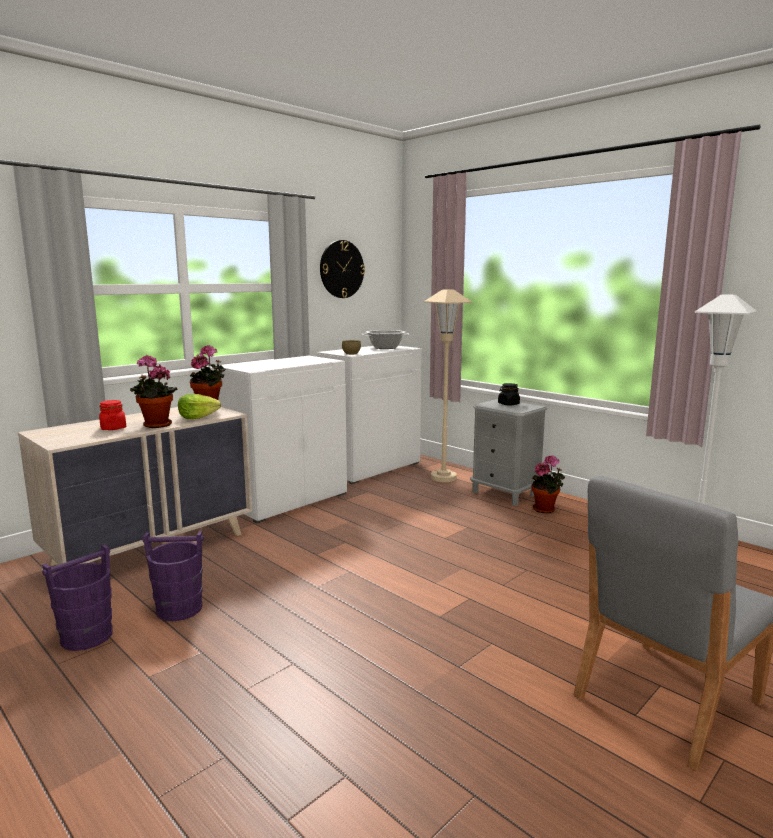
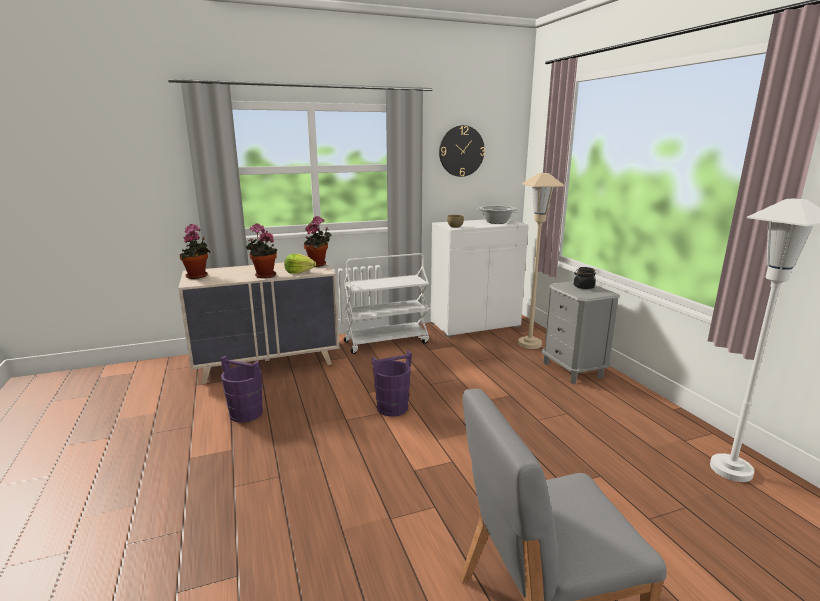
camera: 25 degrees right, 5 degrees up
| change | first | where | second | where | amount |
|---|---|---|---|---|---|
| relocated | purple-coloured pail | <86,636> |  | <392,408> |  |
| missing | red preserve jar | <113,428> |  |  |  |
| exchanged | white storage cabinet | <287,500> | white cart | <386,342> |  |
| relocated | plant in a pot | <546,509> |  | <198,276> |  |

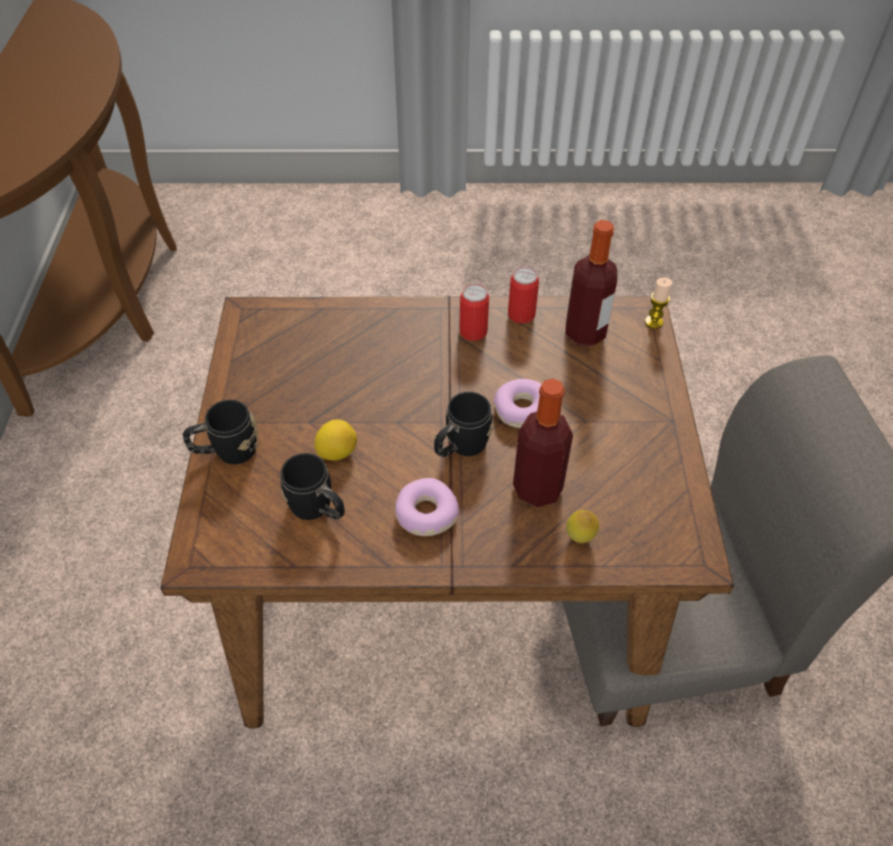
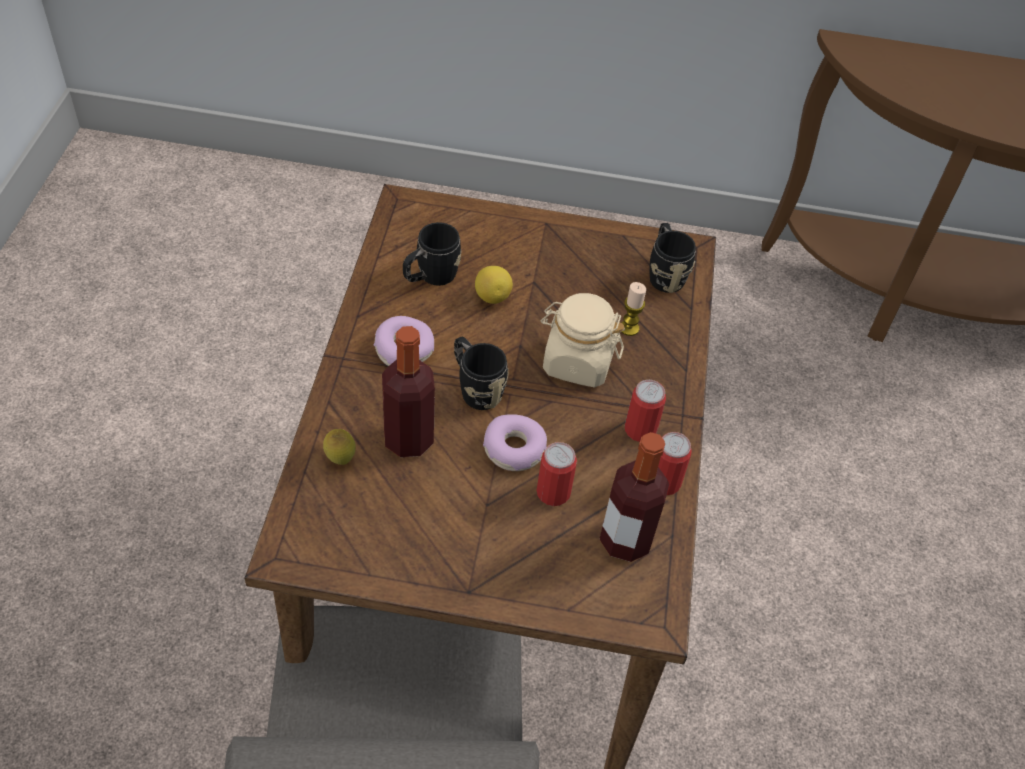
camera: 95 degrees right, 0 degrees up
| change | first | where | second | where | amount |
|---|---|---|---|---|---|
| relocated | black tea mug | <227,452> |  | <664,274> |  |
| relocated | wax candle | <653,322> |  | <629,328> |  |
| appeared |  |  | metal can | <553,492> |  |
| appeared |  |  | beige preserve jar | <577,362> |  |

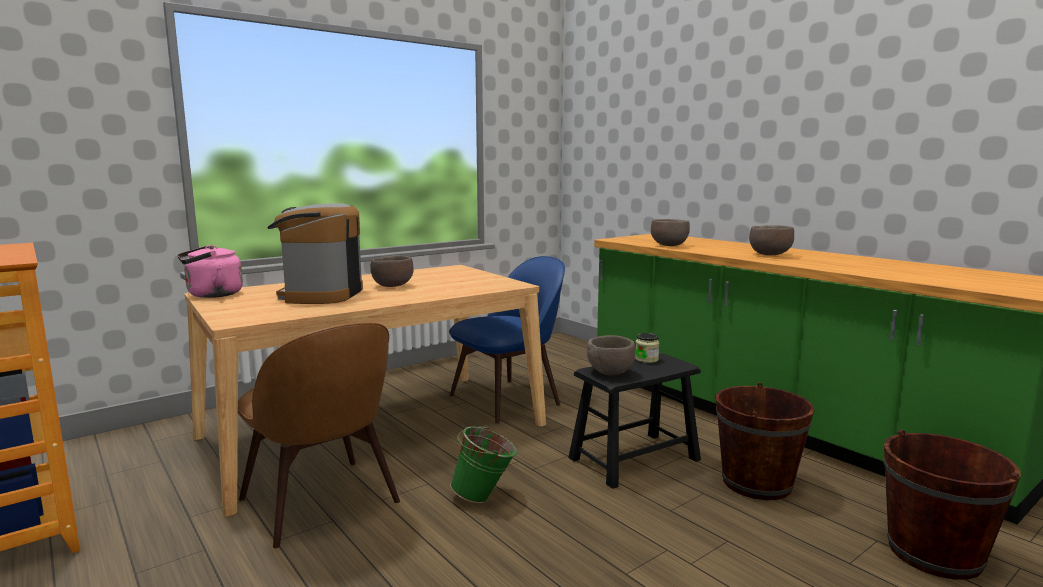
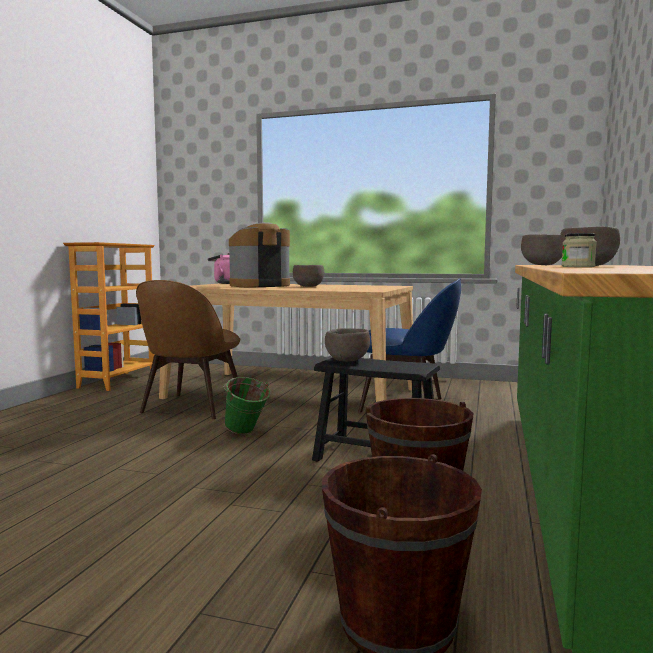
camera: 55 degrees right, 5 degrees down
| change | first | where | second | where | amount |
|---|---|---|---|---|---|
| relocated | preserve jar | <646,359> |  | <578,267> |  |

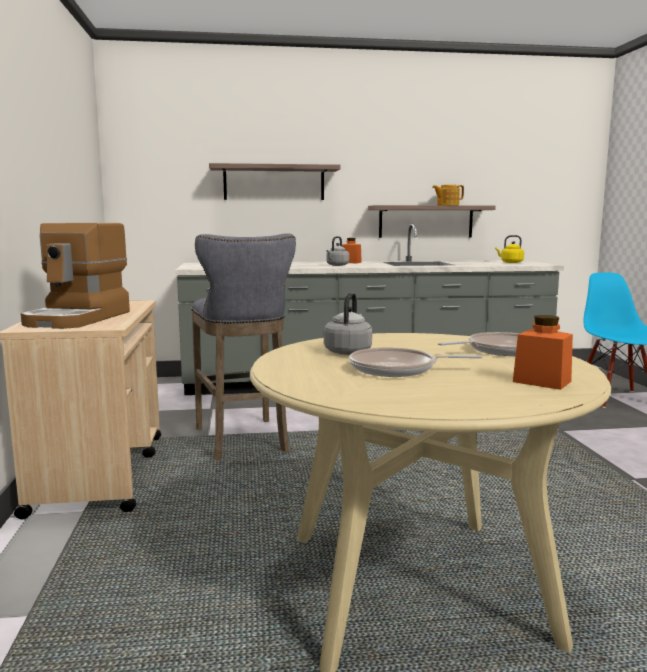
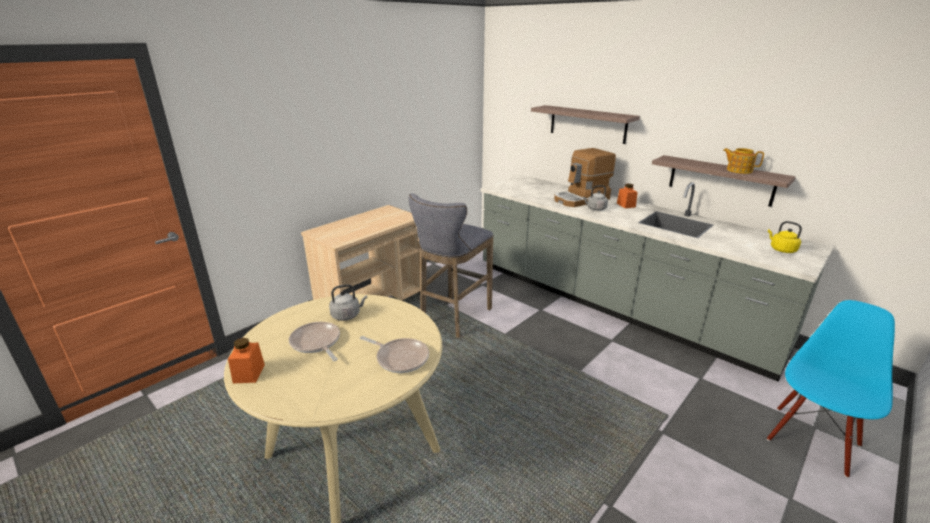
camera: 50 degrees right, 15 degrees up
| change | first | where | second | where | amount |
|---|---|---|---|---|---|
| relocated | coffee maker | <79,318> |  | <581,199> |  |
| relocated | orange preserve jar | <542,381> |  | <249,373> |  |

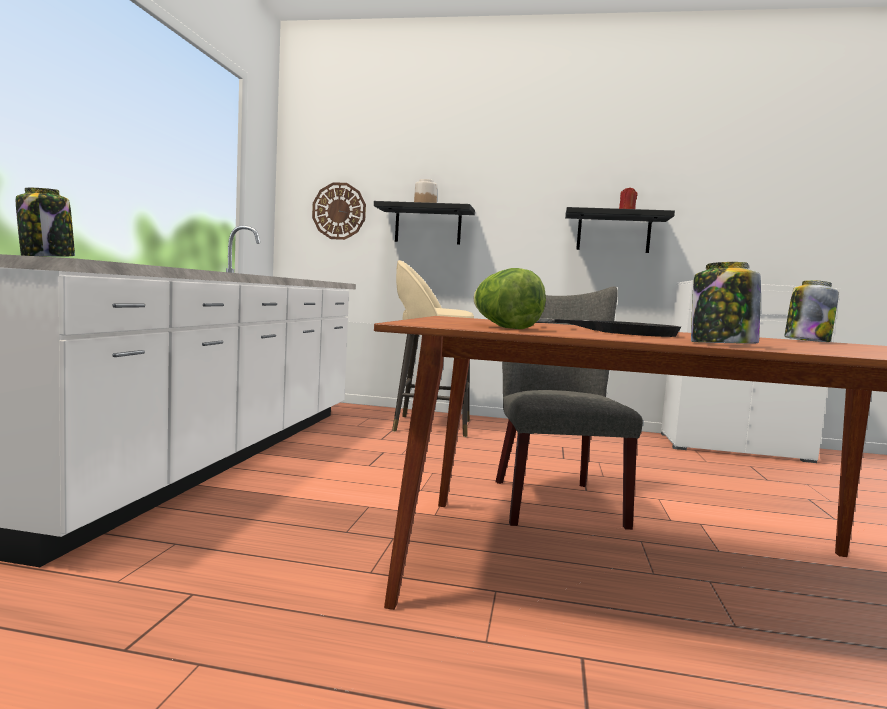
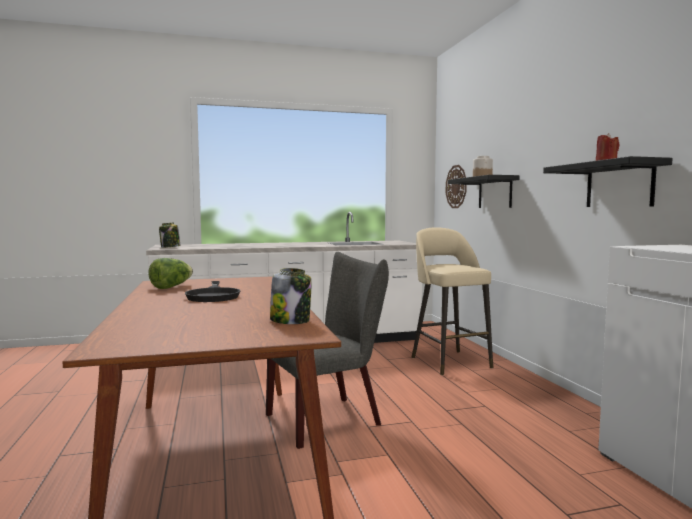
camera: 65 degrees right, 0 degrees up
| change | first | where | second | where | amount |
|---|---|---|---|---|---|
| missing | preserve jar | <721,344> |  |  |  |

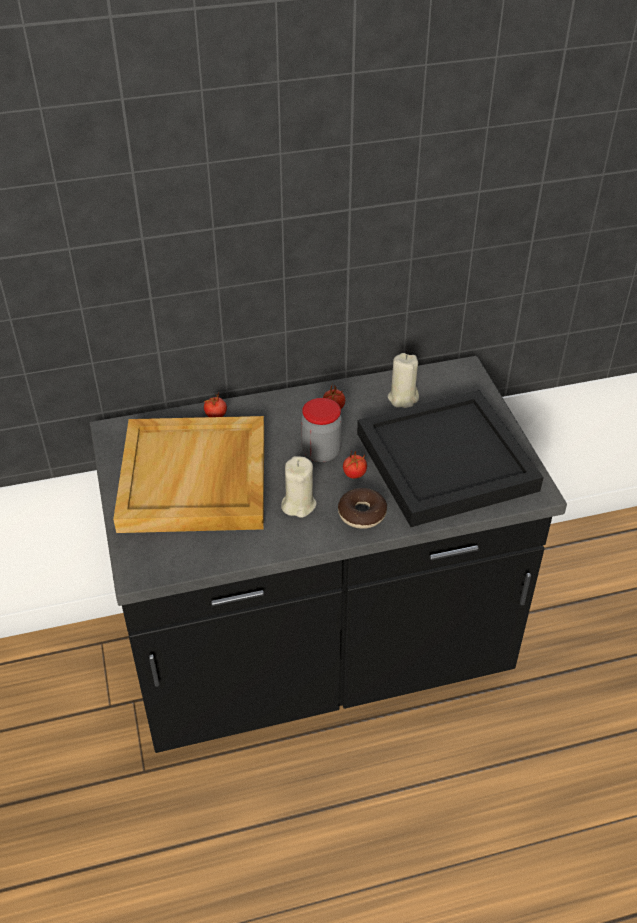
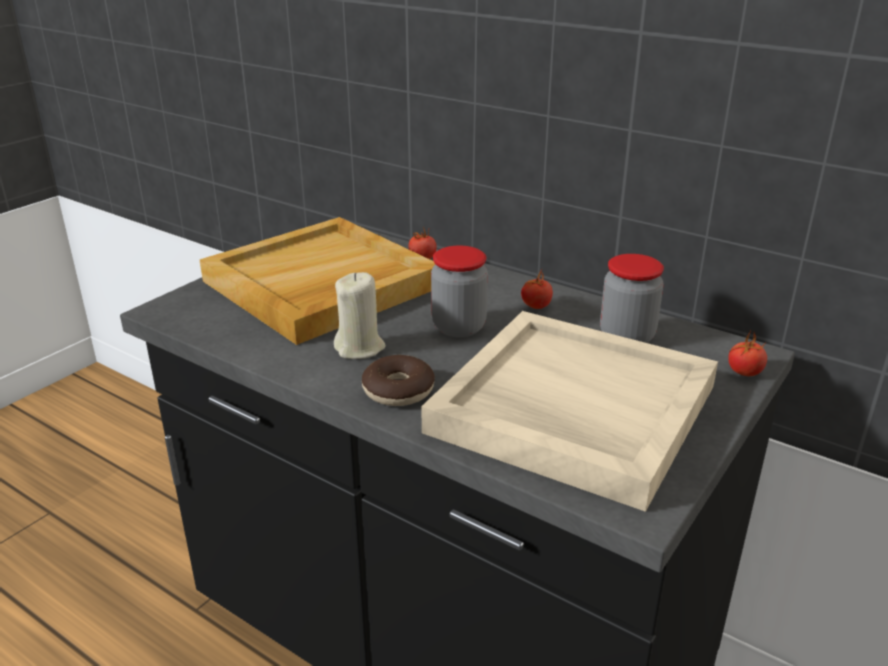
camera: 50 degrees right, 15 degrees down
| change | first | where | second | where | amount |
|---|---|---|---|---|---|
| relocated | whole tomato | <354,474> |  | <744,373> |  |
| colour | black tray | <445,463> | beige tray | <570,409> |  |
| exchanged | beige wax candle | <403,398> | preserve jar | <626,337> |  |

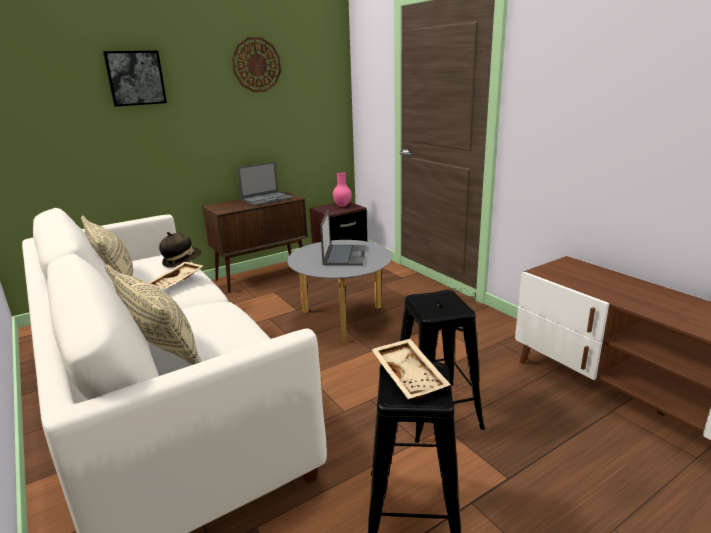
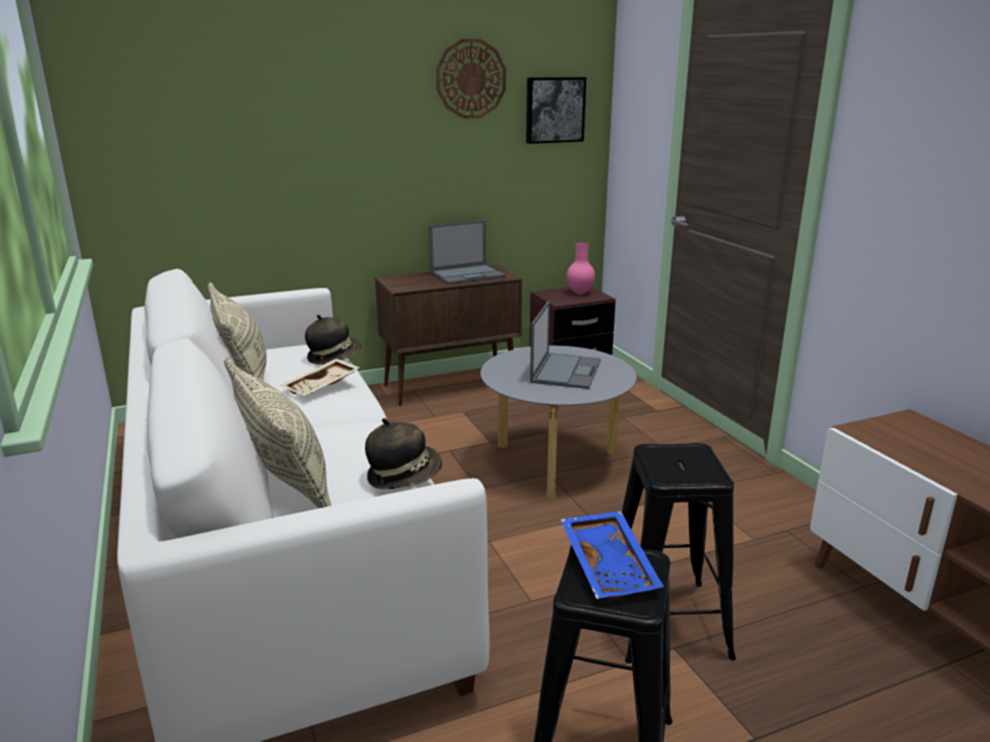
camera: 10 degrees right, 0 degrees up
| change | first | where | second | where | amount |
|---|---|---|---|---|---|
| relocated | picture | <135,78> |  | <554,110> |  |
| colour | beige tray | <410,376> | bluish tray | <610,566> |  |
| appeared |  |  | hat | <404,476> |  |

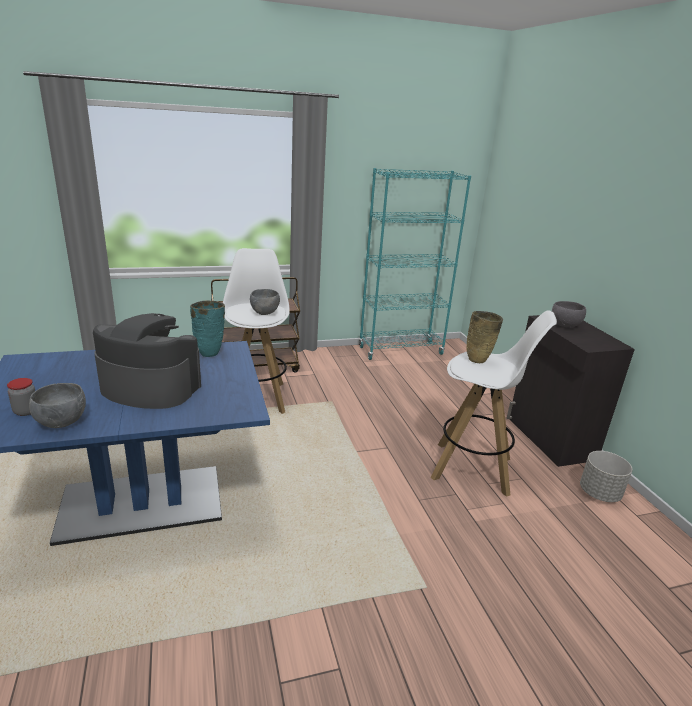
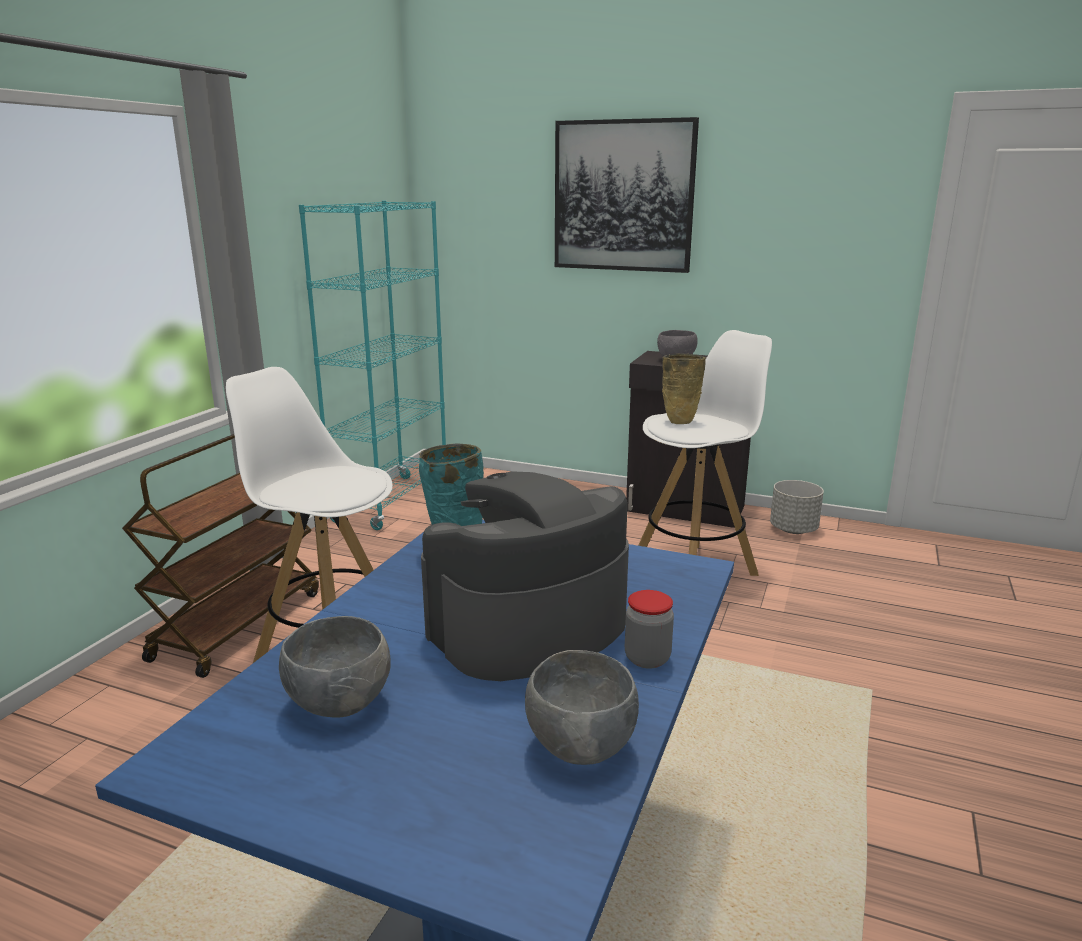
camera: 50 degrees left, 5 degrees down
| change | first | where | second | where | amount |
|---|---|---|---|---|---|
| relocated | preserve jar | <26,411> |  | <647,658> |  |
| relocated | greyish serving bowl | <265,313> |  | <339,703> |  |
| appeared |  |  | picture | <623,196> |  |

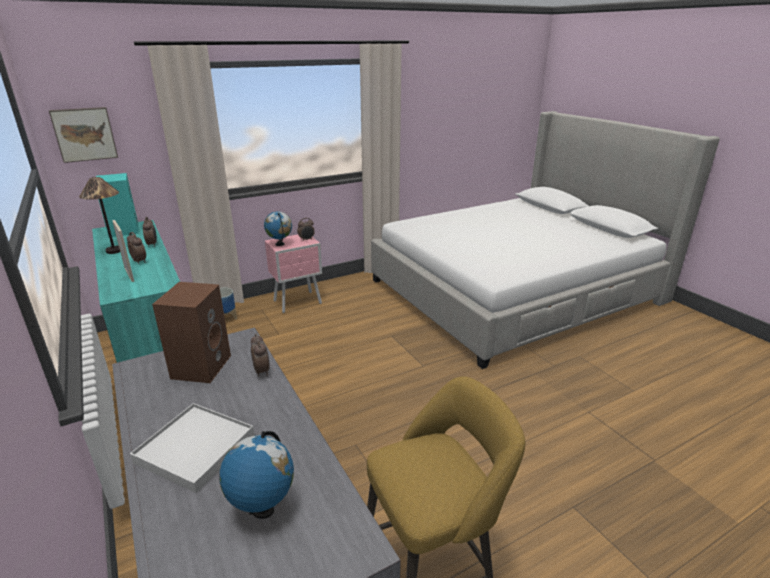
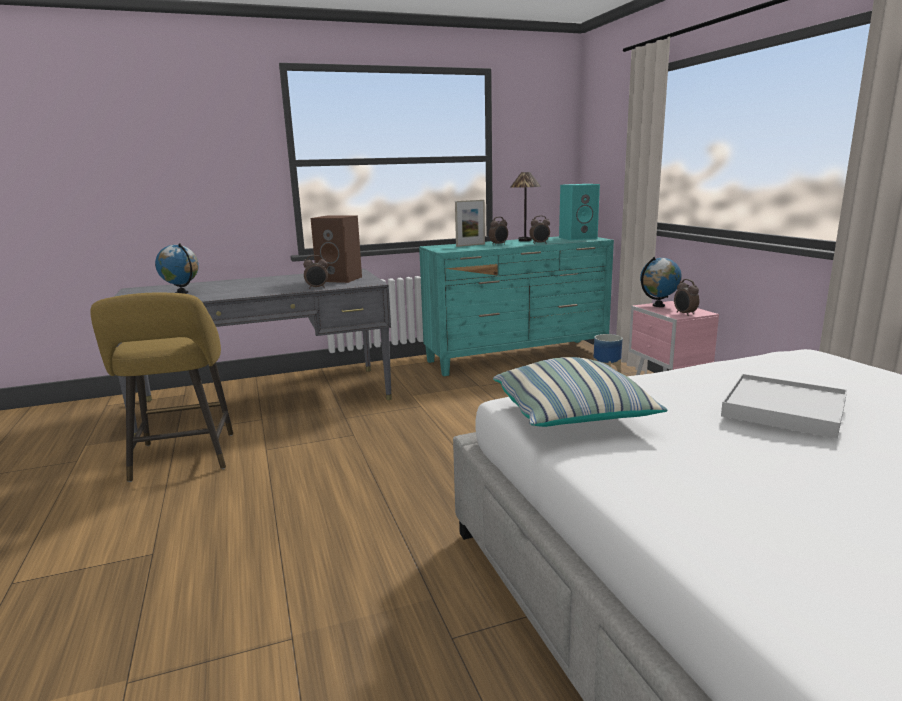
camera: 100 degrees right, 10 degrees down
| change | first | where | second | where | amount |
|---|---|---|---|---|---|
| missing | picture | <84,134> |  |  |  |
| relocated | white tray | <195,448> |  | <784,410> |  |
| appeared |  |  | pillow | <573,416> |  |

